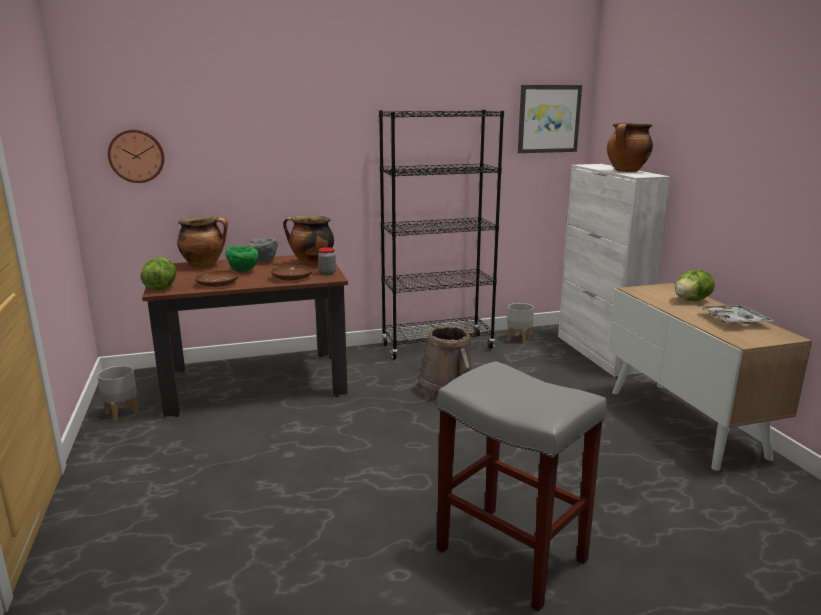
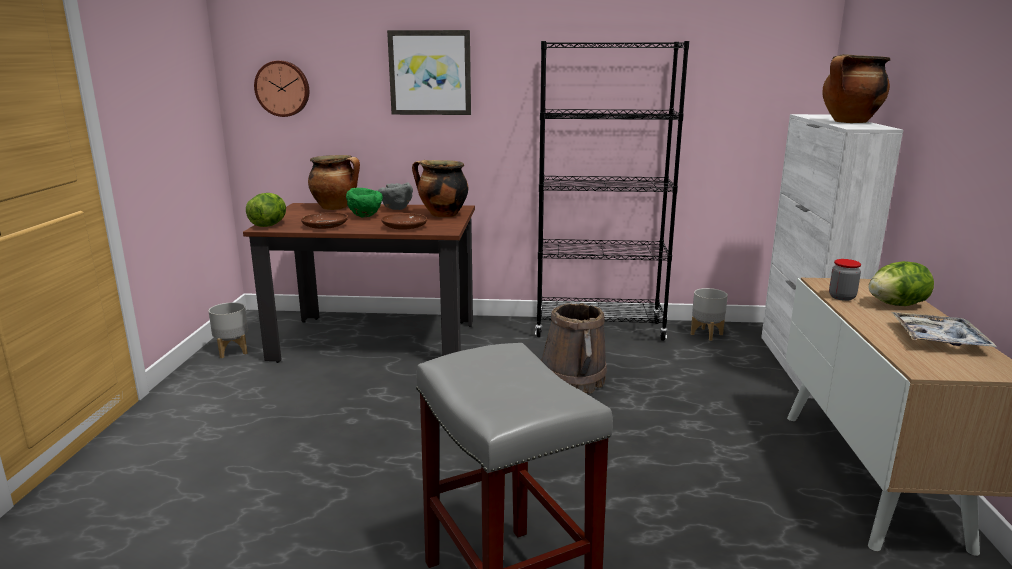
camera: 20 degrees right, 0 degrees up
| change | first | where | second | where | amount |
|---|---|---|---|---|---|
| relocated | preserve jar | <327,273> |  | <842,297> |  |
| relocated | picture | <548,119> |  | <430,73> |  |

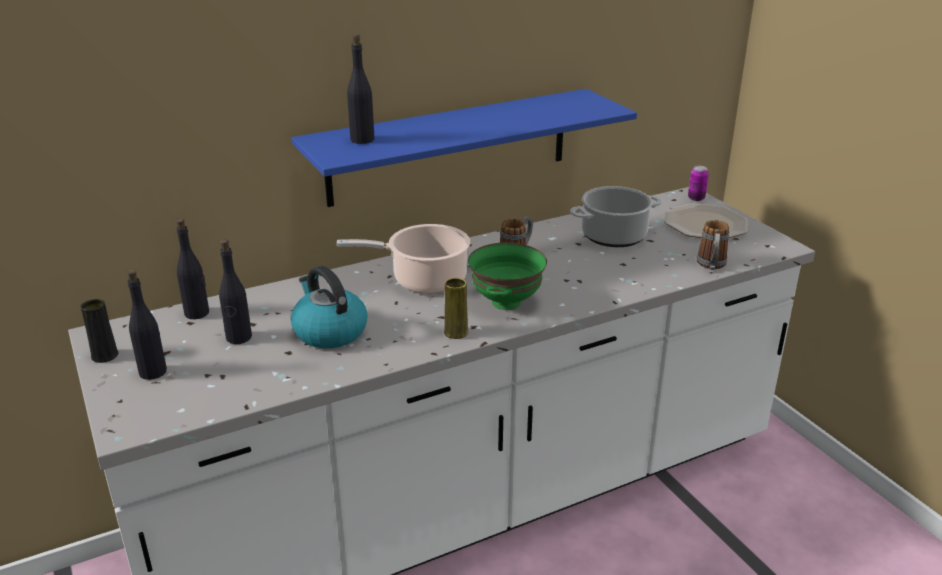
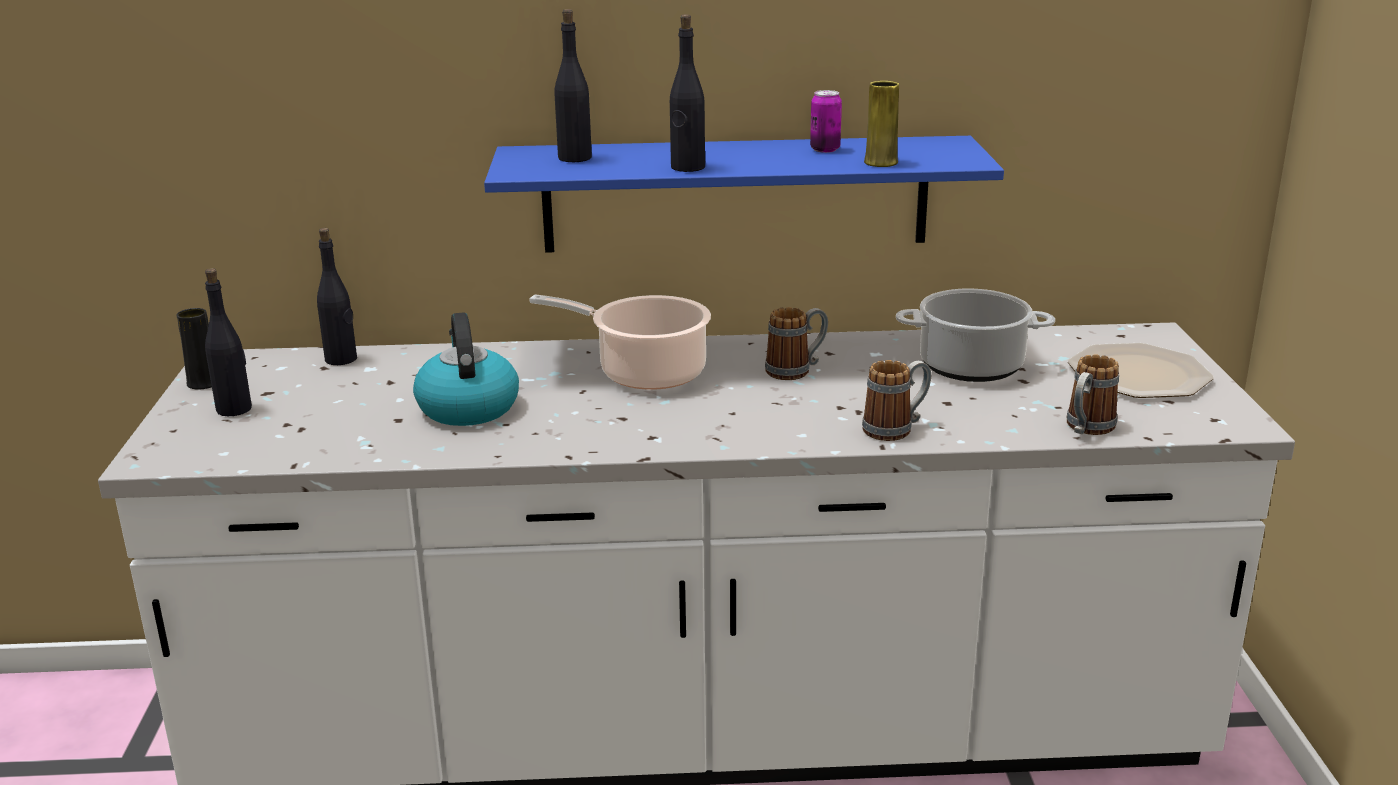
camera: 25 degrees right, 5 degrees down
| change | first | where | second | where | amount |
|---|---|---|---|---|---|
| relocated | black bottle | <239,338> |  | <687,167> |  |
| relocated | yellow vase | <456,332> |  | <880,163> |  |
| missing | greenish serving bowl | <507,303> |  |  |  |
| relocated | metal can | <696,198> |  | <825,149> |  |
| appeared |  |  | tea mug | <896,428> |  |

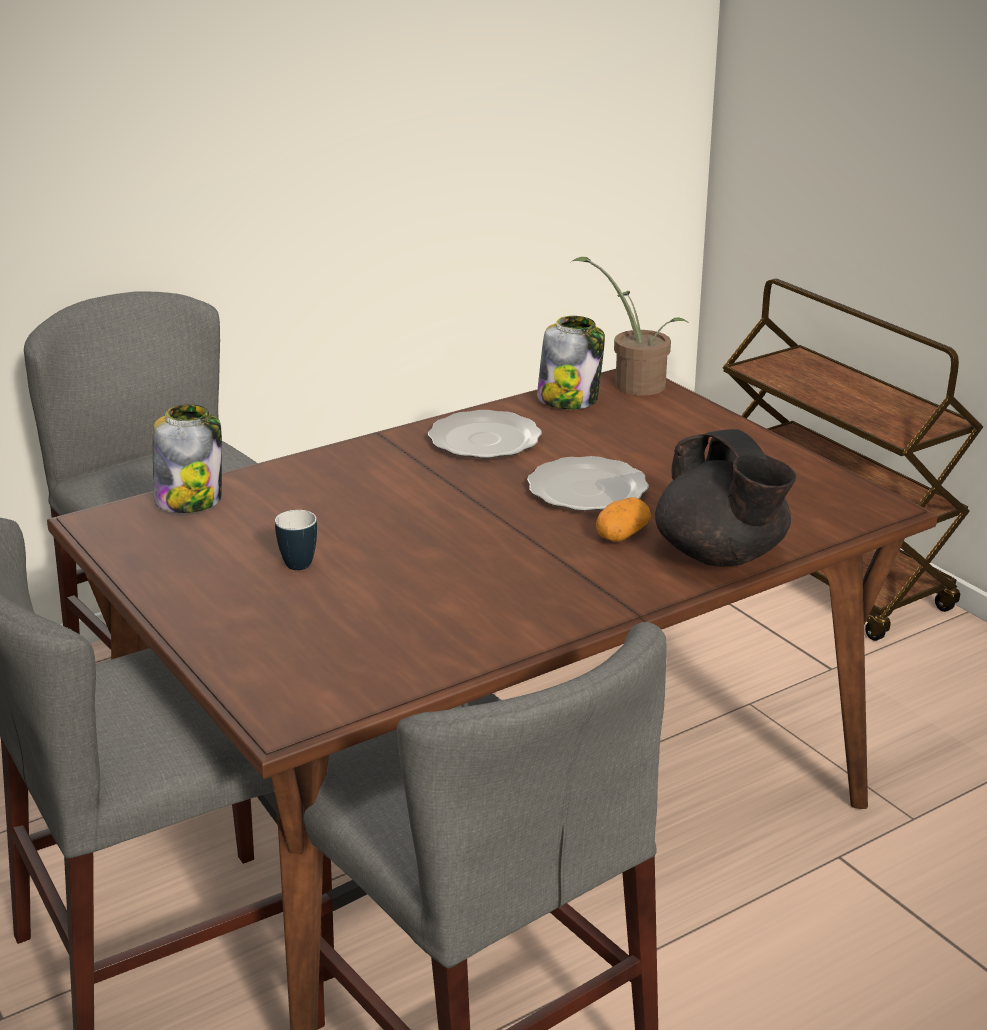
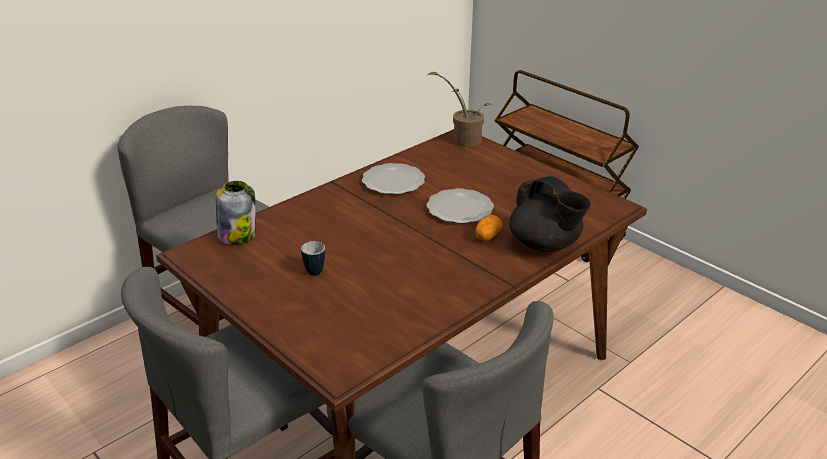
camera: 10 degrees left, 5 degrees up
| change | first | where | second | where | amount |
|---|---|---|---|---|---|
| missing | preserve jar | <569,399> |  |  |  |

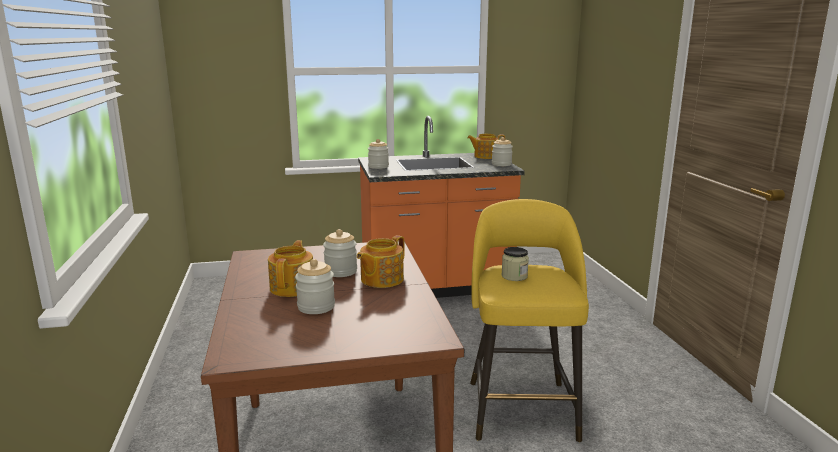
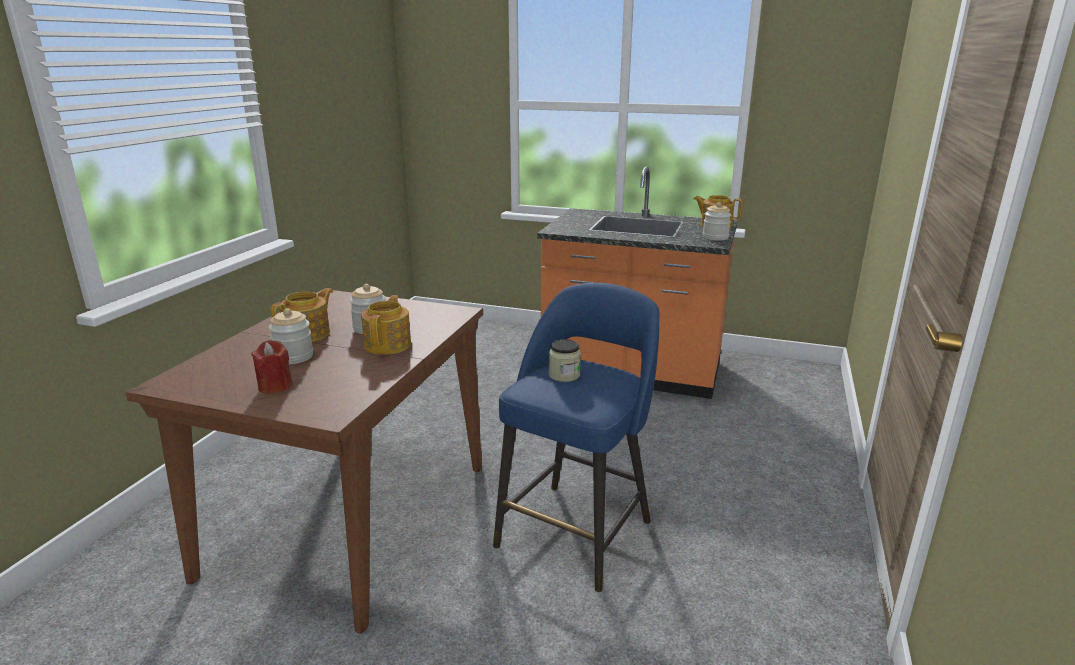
camera: 30 degrees right, 5 degrees up
| change | first | where | second | where | amount |
|---|---|---|---|---|---|
| spun | pot for tea | <381,279> |  | <388,344> | 120 degrees clockwise |
| missing | preserve jar | <378,166> |  |  |  |
| colour | yellow stool seat | <521,407> | bluish stool seat | <577,531> |  |
| appeared |  |  | red wax candle | <275,386> |  |

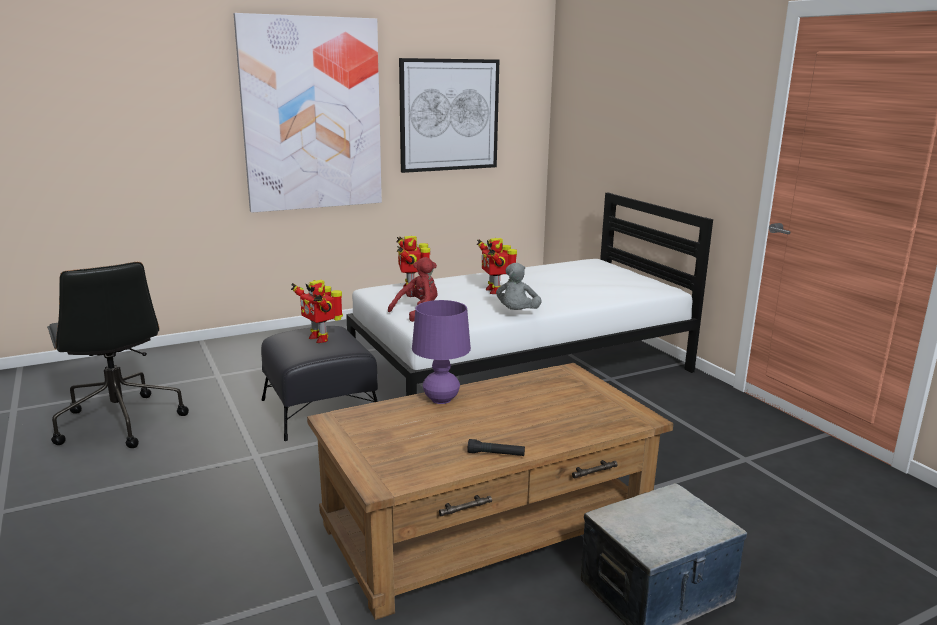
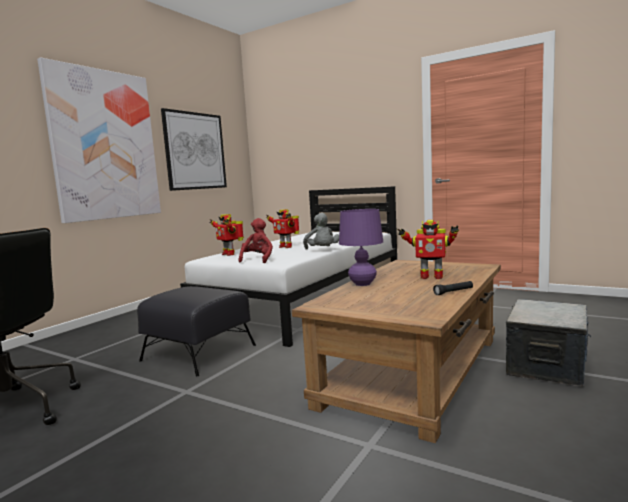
camera: 30 degrees left, 10 degrees down
| change | first | where | second | where | amount |
|---|---|---|---|---|---|
| relocated | toy robot | <320,338> |  | <430,277> |  |

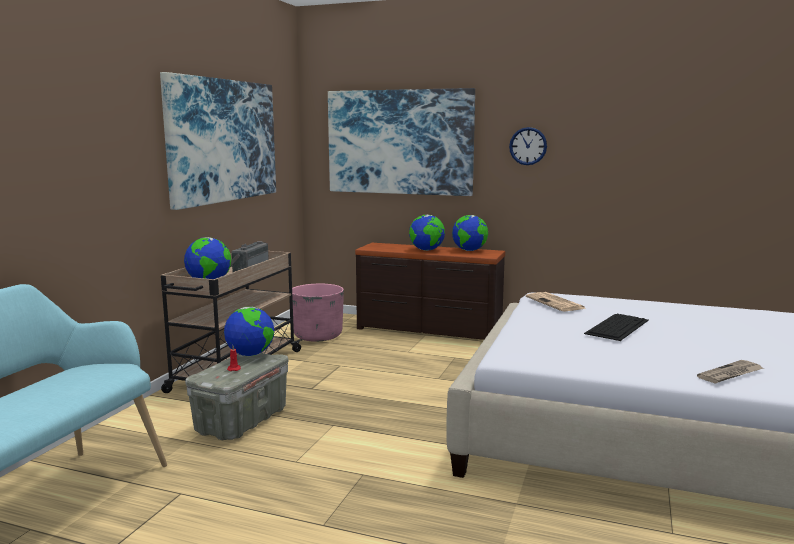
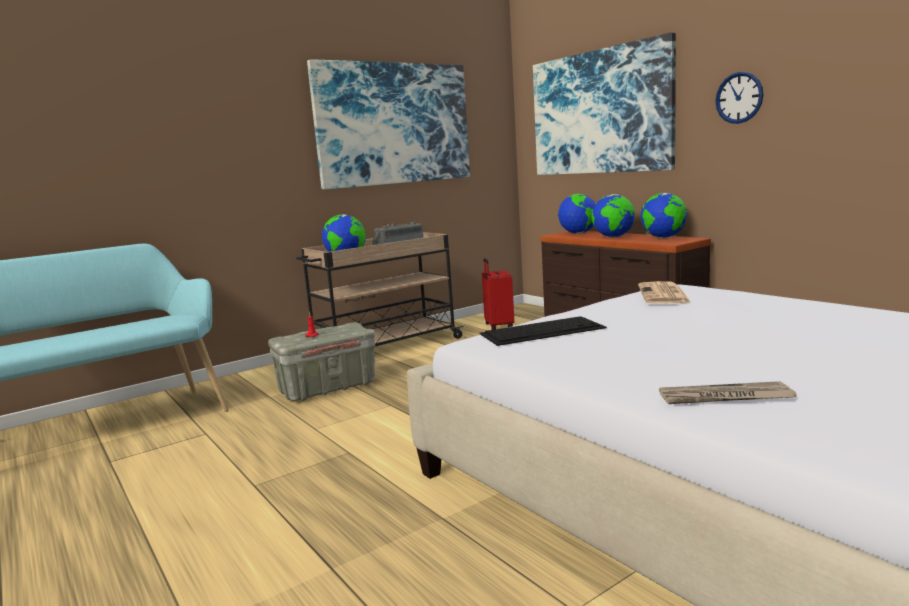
camera: 35 degrees right, 0 degrees up
| change | first | where | second | where | amount |
|---|---|---|---|---|---|
| relocated | desk globe | <250,354> |  | <578,233> |  |
| exchanged | pink-coloured flower pot | <318,335> | red travel case | <498,326> |  |
| relocated | keyboard | <617,326> |  | <543,330> |  |

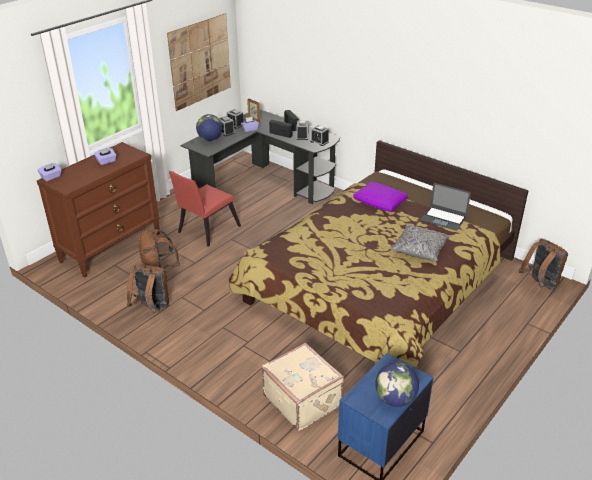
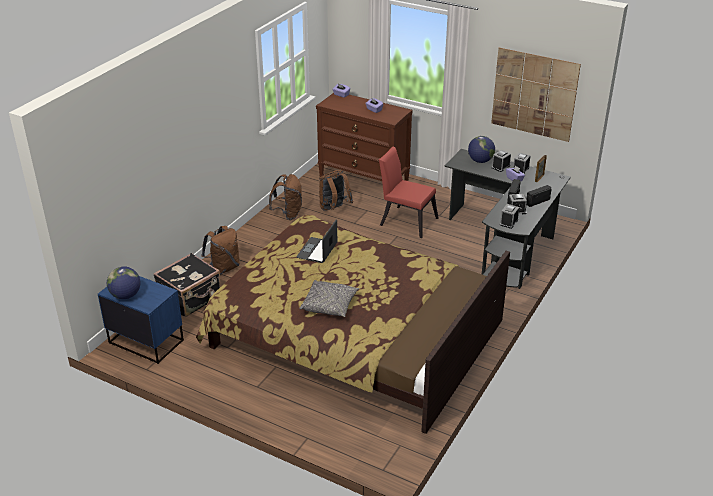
camera: 80 degrees right, 0 degrees up
| change | first | where | second | where | amount |
|---|---|---|---|---|---|
| colour | beige travel case | <302,400> | black travel case | <191,299> |  |
| missing | purple-coloured pillow | <380,202> |  |  |  |
| relocated | portable computer | <443,218> |  | <317,250> |  |
| relocated | brownish knapsack | <540,284> |  | <224,268> |  |

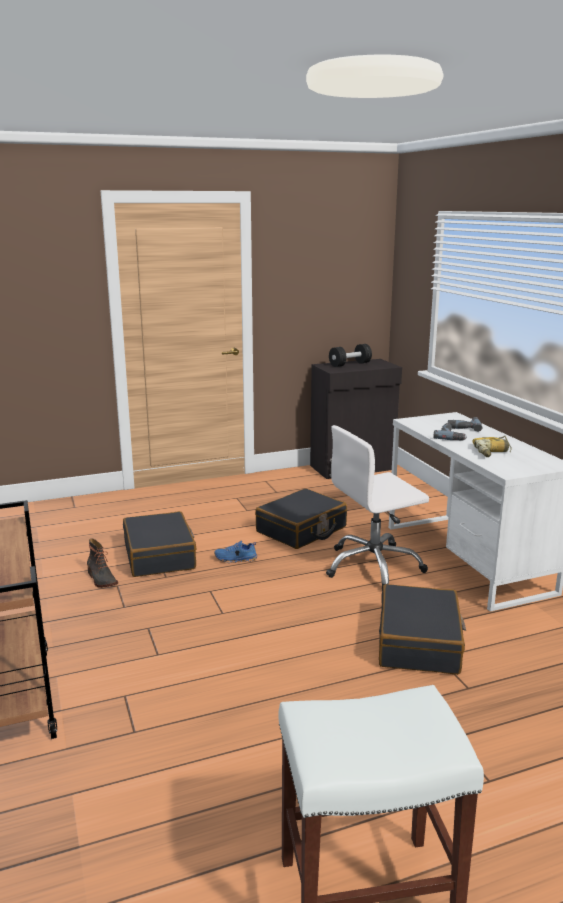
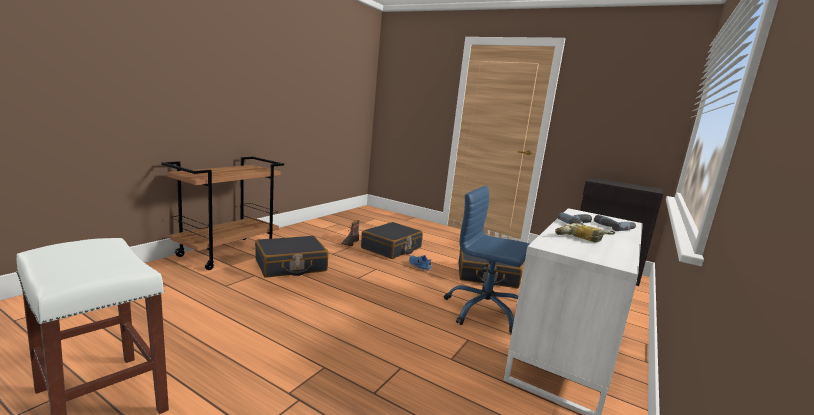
camera: 50 degrees right, 5 degrees down
| change | first | where | second | where | amount |
|---|---|---|---|---|---|
| colour | white desk chair | <373,566> | bluish desk chair | <484,311> |  |
| missing | black free weight | <350,364> |  |  |  |
| relocated | black travel case | <419,642> |  | <290,266> |  |

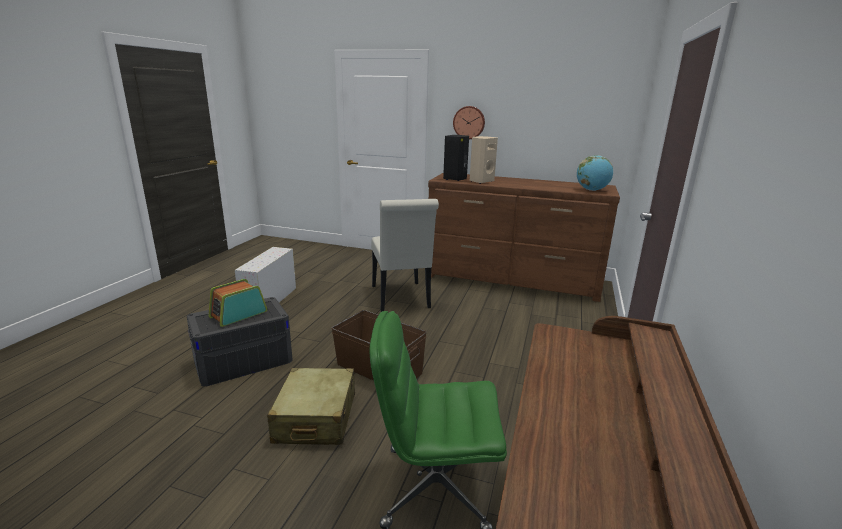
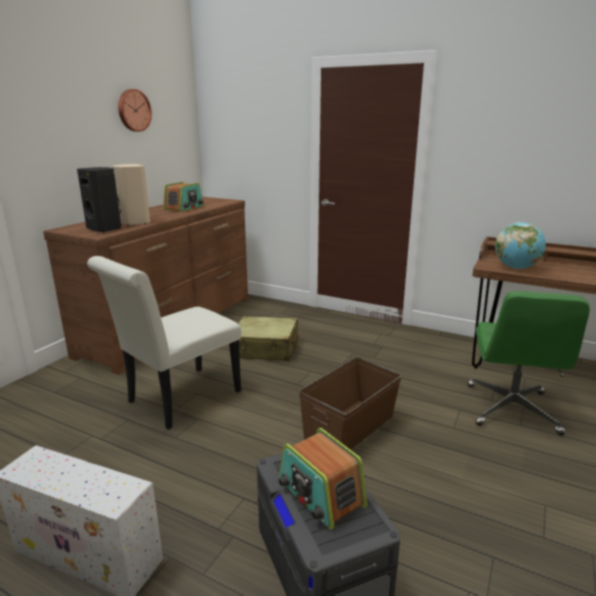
camera: 80 degrees left, 0 degrees up
| change | first | where | second | where | amount |
|---|---|---|---|---|---|
| relocated | beige travel case | <316,418> |  | <266,349> |  |
| spun | white chair | <401,299> |  | <178,400> | 135 degrees clockwise |
| relocated | hanging clock | <469,122> |  | <133,110> |  |
| relocated | desk globe | <592,190> |  | <516,268> |  |
| appeared |  |  | radio | <184,208> |  |

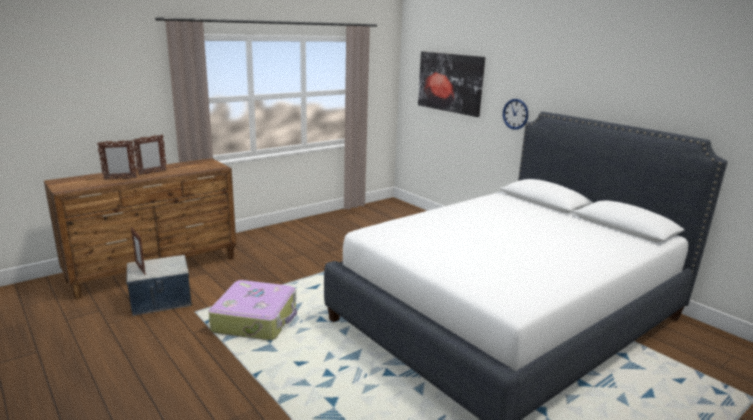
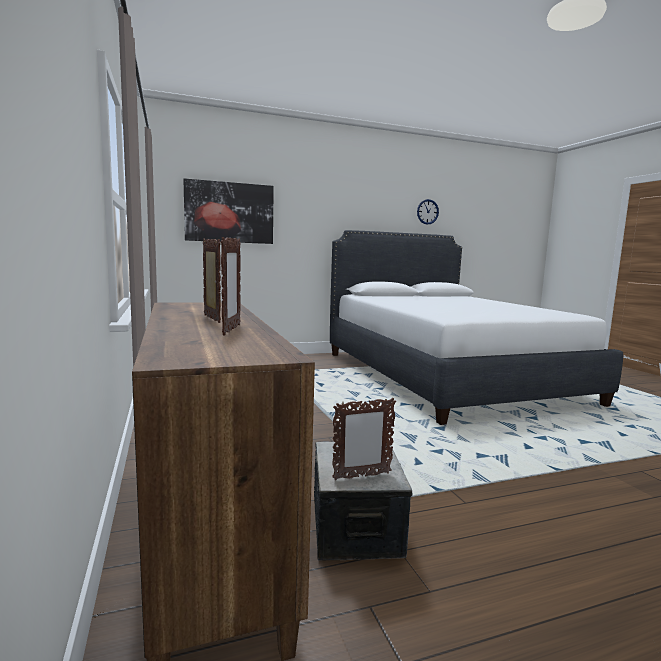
camera: 70 degrees left, 10 degrees down
| change | first | where | second | where | amount |
|---|---|---|---|---|---|
| missing | travel case | <256,320> |  |  |  |
| relocated | hanging clock | <515,114> |  | <427,212> |  |

